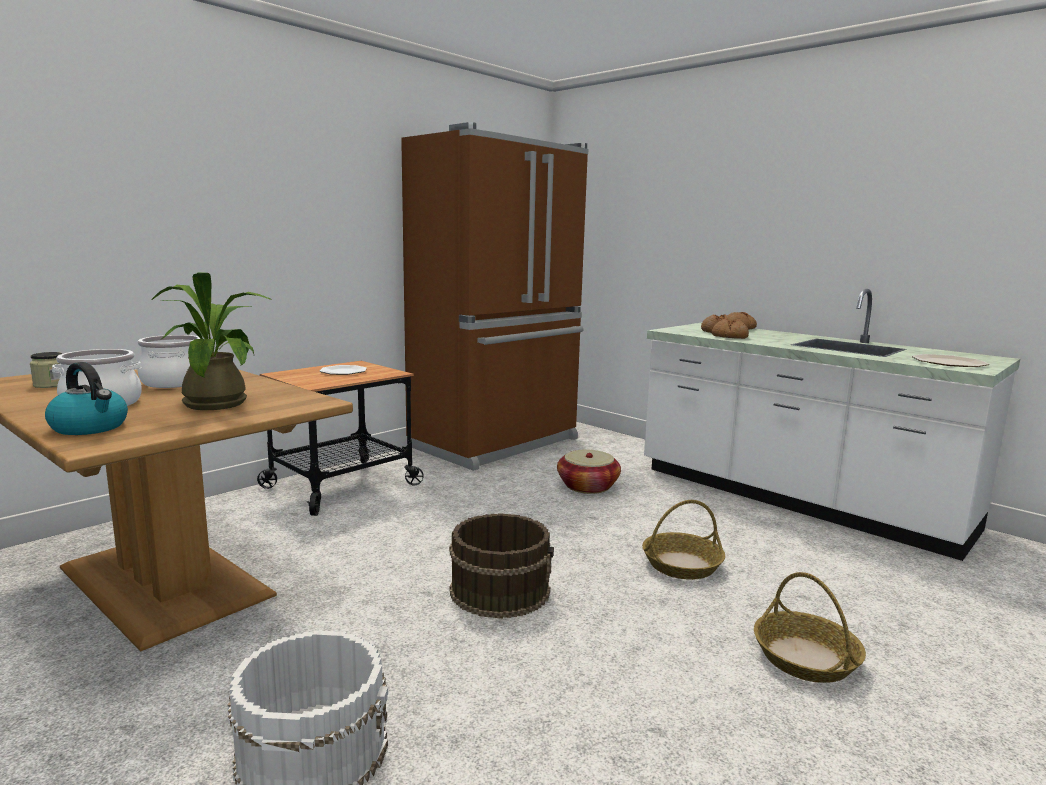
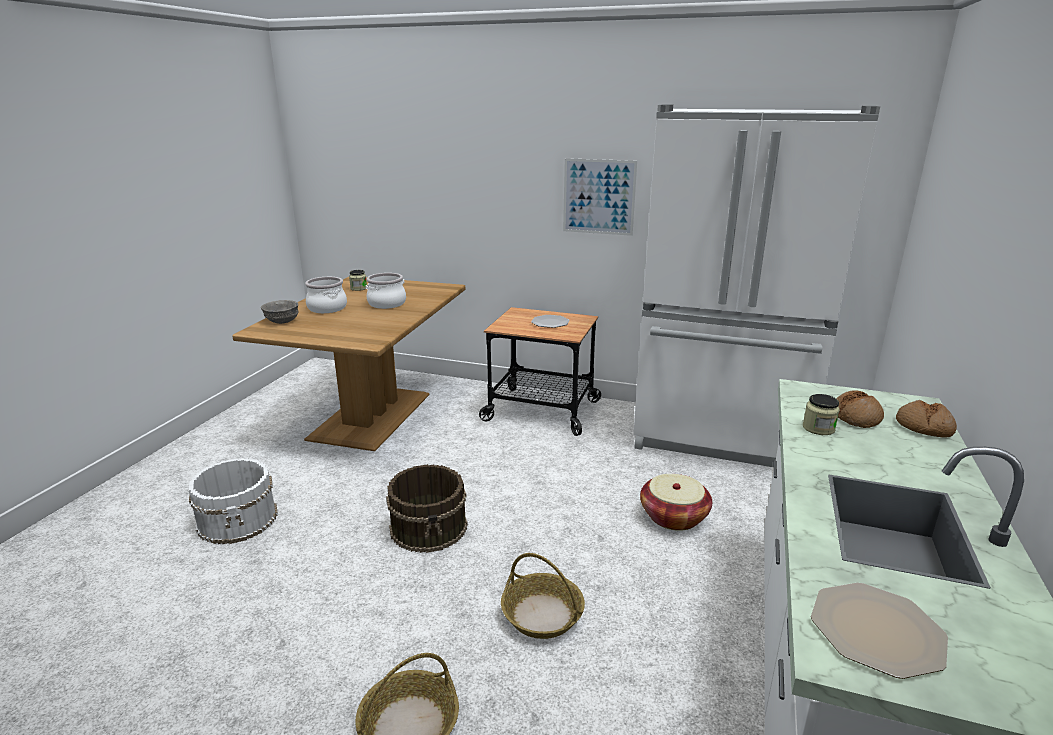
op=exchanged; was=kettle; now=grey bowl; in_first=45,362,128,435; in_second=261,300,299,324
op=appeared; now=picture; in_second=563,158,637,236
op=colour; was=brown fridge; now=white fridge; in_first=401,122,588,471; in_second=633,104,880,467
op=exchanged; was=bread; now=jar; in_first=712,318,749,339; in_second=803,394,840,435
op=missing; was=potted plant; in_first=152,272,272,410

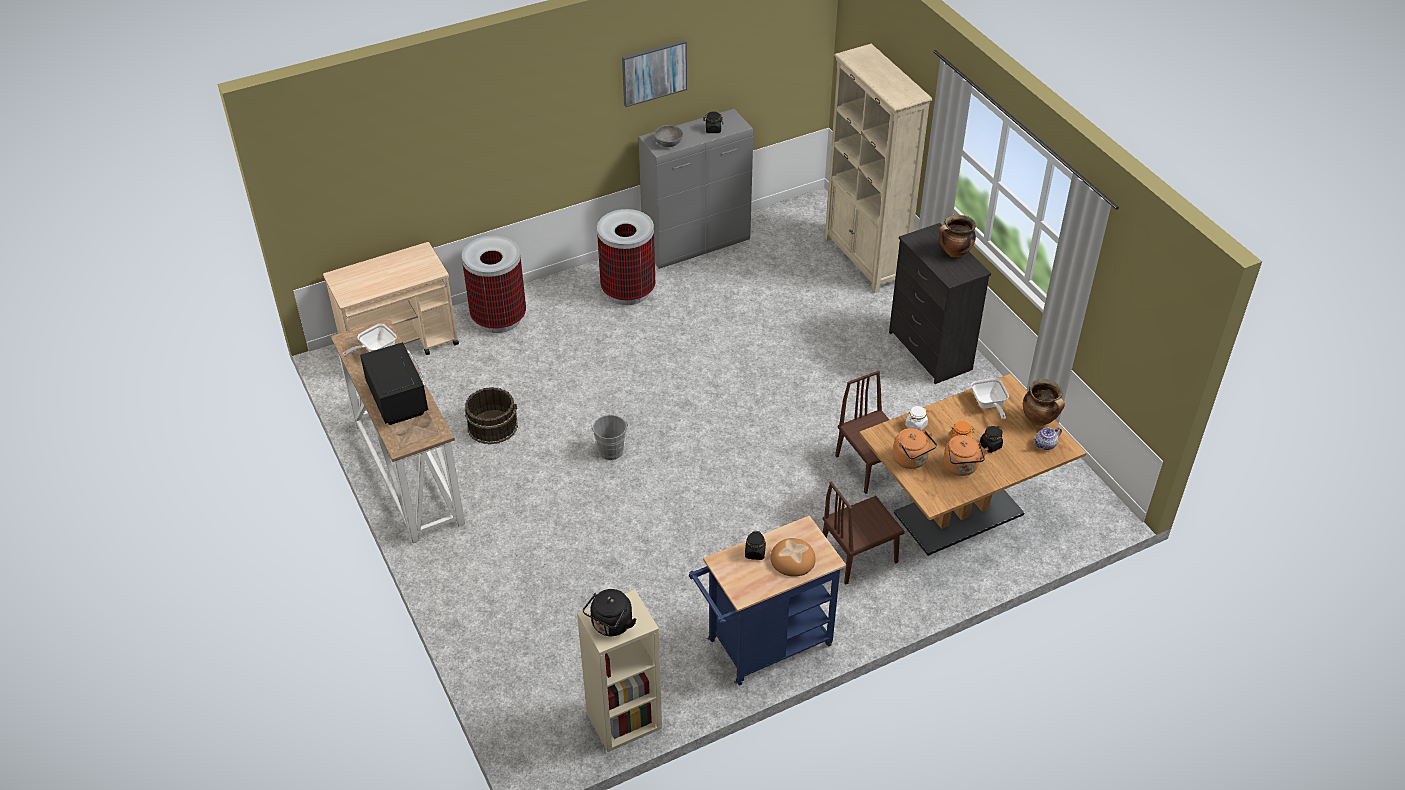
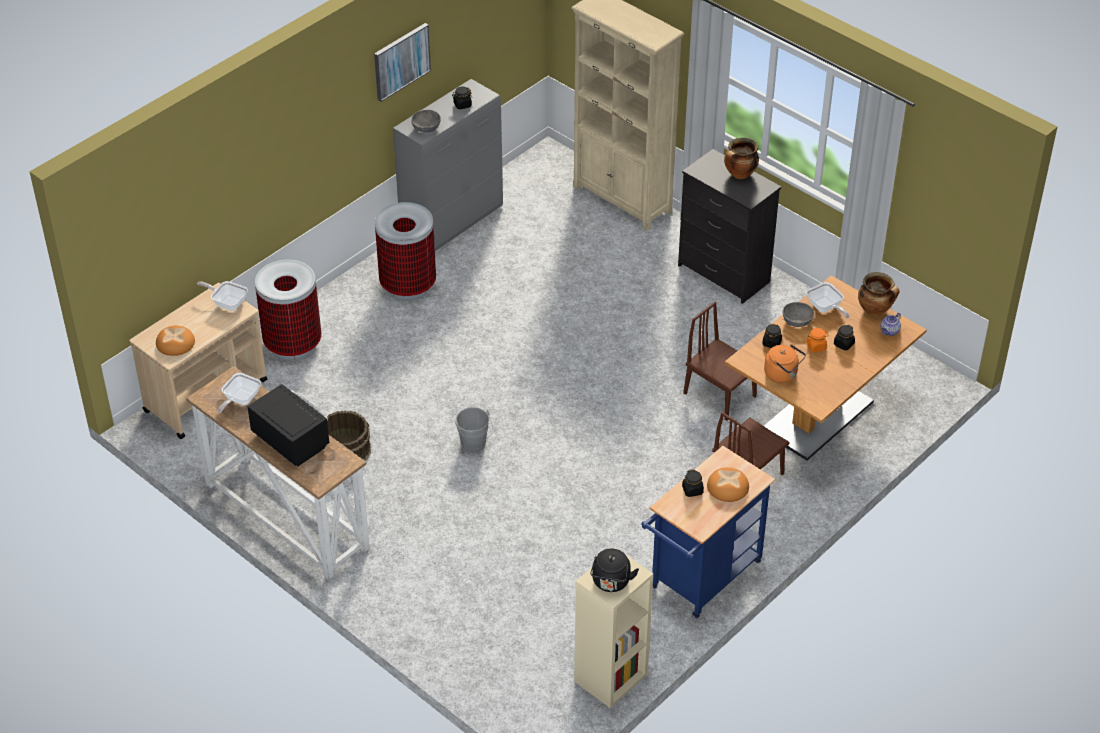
op=appeared; now=bread; in_second=156,326,195,356
op=appeared; now=frying pan; in_second=197,281,248,311
op=colour; was=white jar; now=black jar; in_first=905,406,928,431; in_second=762,324,782,348
op=appeared; now=grey bowl; in_second=783,302,814,327
op=missing; was=orange kettle; in_first=943,435,988,476

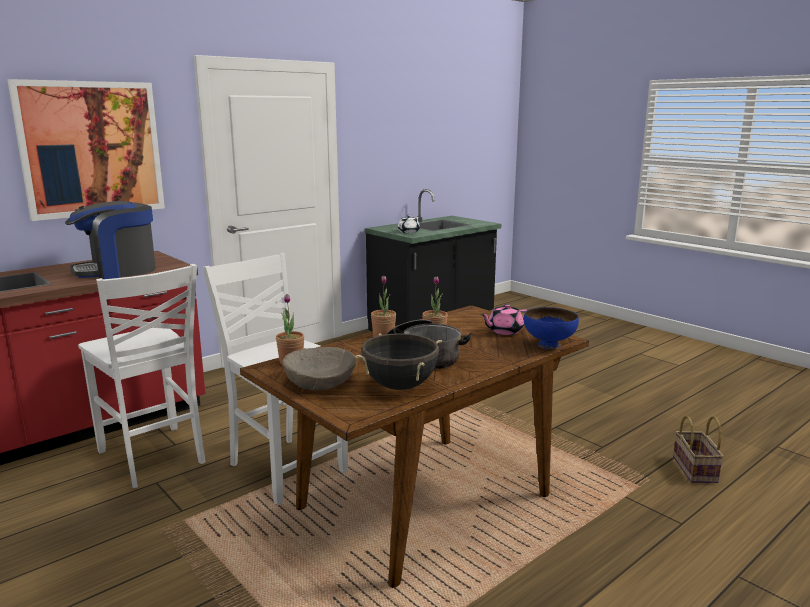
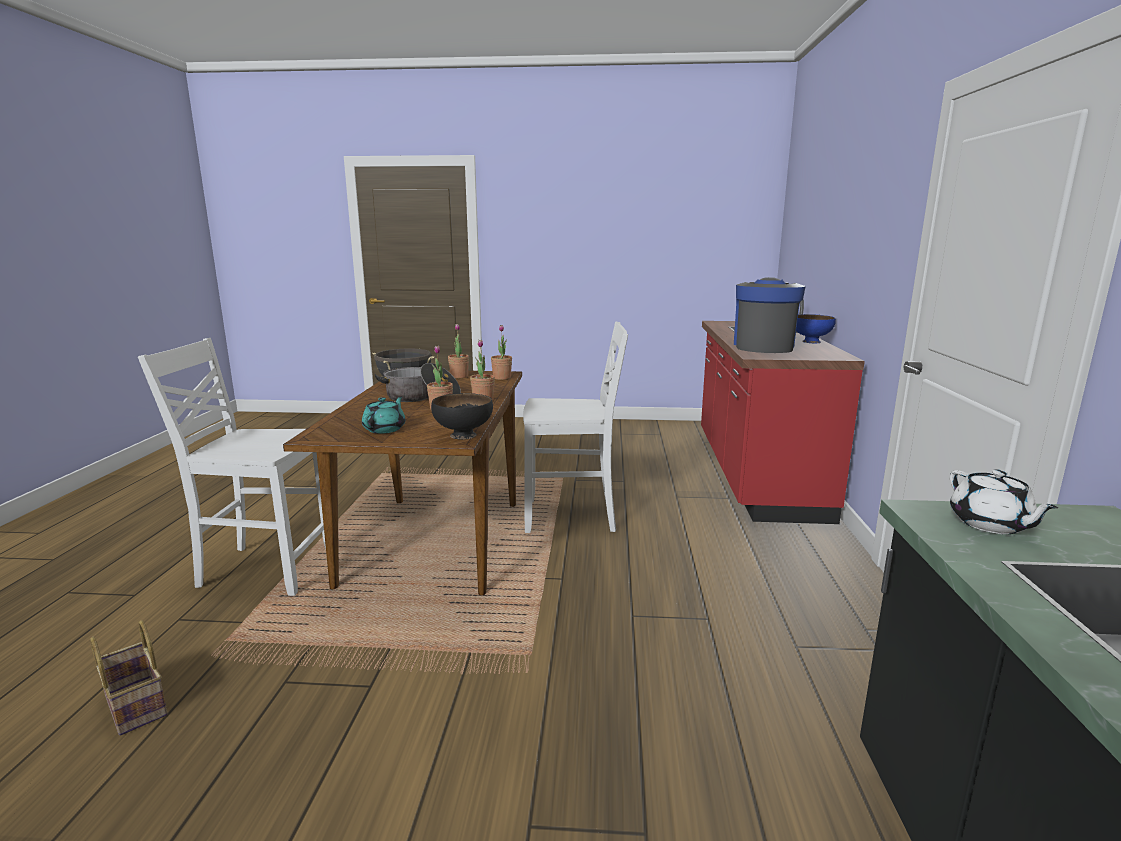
op=relocated; was=white chair; in_first=78,264,206,488; in_second=138,338,326,596
op=colour; was=pink teapot; now=turquoise teapot; in_first=480,304,527,335; in_second=362,396,405,434
op=appeared; now=black bowl; in_second=431,393,493,440
op=exchanged; was=beige bowl; now=potted plant; in_first=282,347,356,390; in_second=448,324,469,378
op=relocated; was=blue bowl; in_first=524,307,579,349; in_second=796,314,836,343
op=missing; was=picture; in_first=7,79,165,221

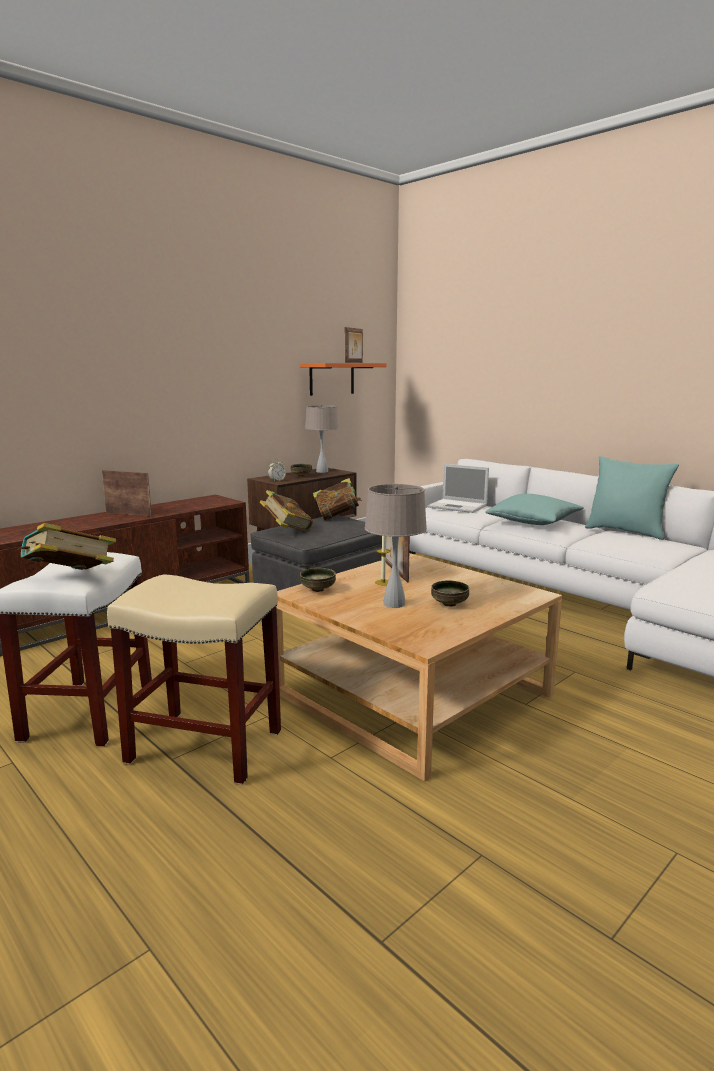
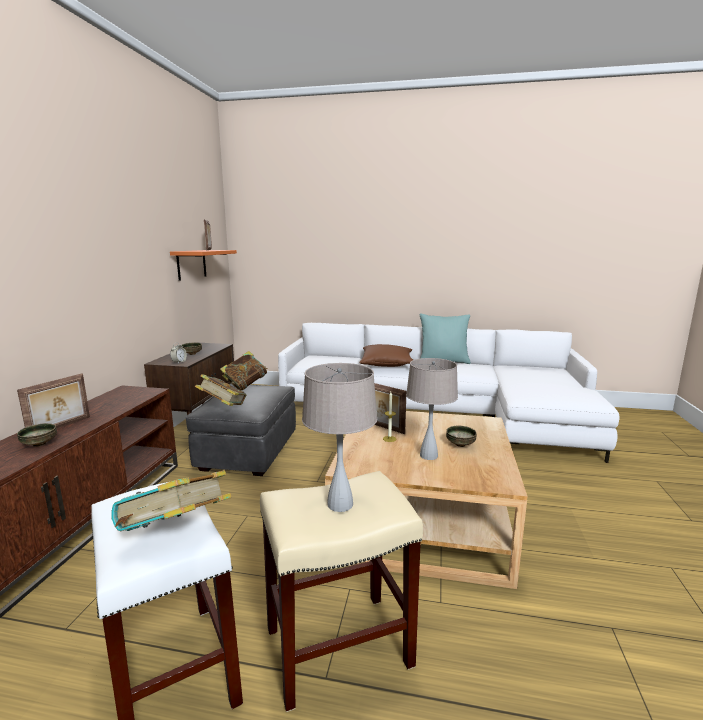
op=spun; was=picture frame; in_first=102,470,152,517; in_second=17,373,90,429; clockwise=135
op=relocated; was=bowl; in_first=300,568,336,592; in_second=17,423,57,447
op=relocated; was=beige table lamp; in_first=305,405,338,473; in_second=302,363,377,512
op=colour; was=turquoise pillow; now=brown pillow; in_first=485,494,584,525; in_second=359,344,413,367
op=missing; was=laptop; in_first=428,464,489,513

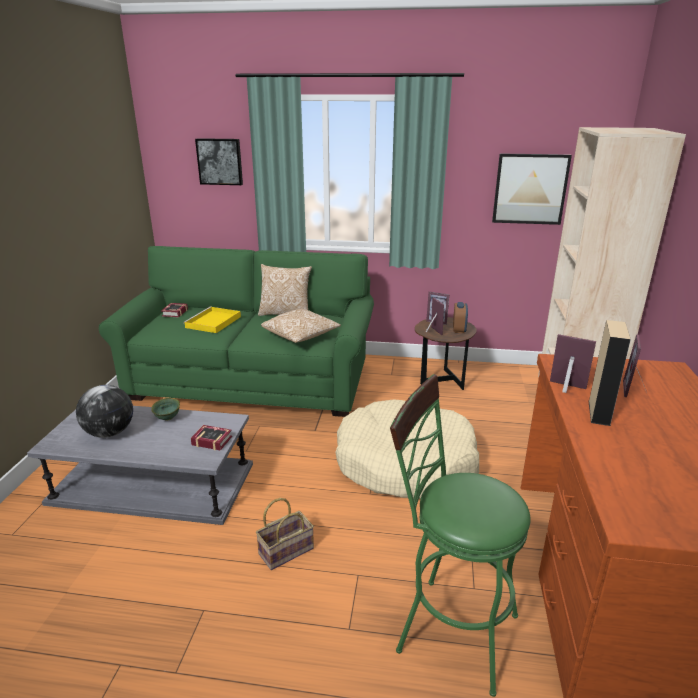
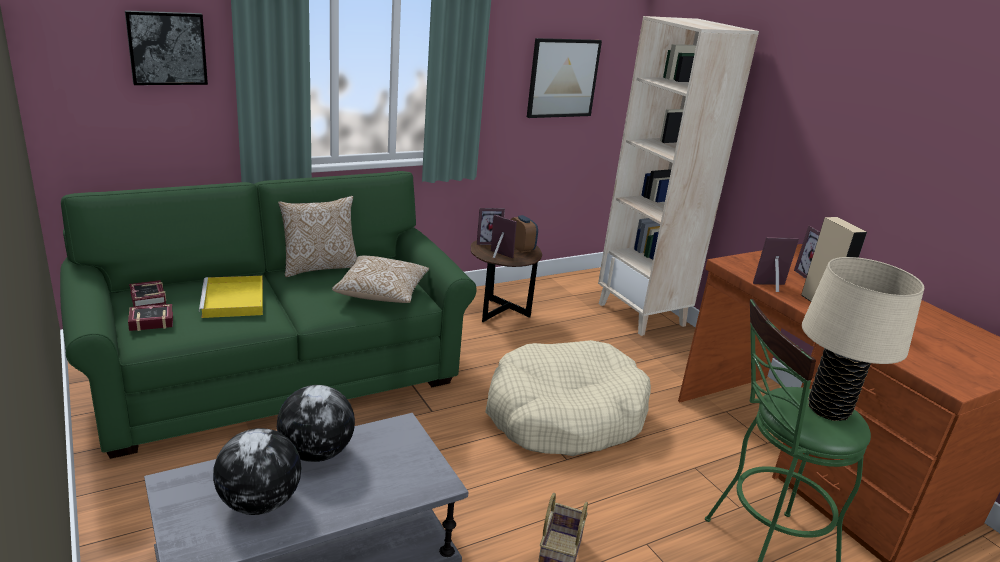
op=relocated; was=book; in_first=191,425,232,451; in_second=128,304,173,331
op=exchanged; was=green bowl; now=globe; in_first=151,398,180,421; in_second=277,385,355,462
op=appeared; now=beige table lamp; in_second=802,257,924,421

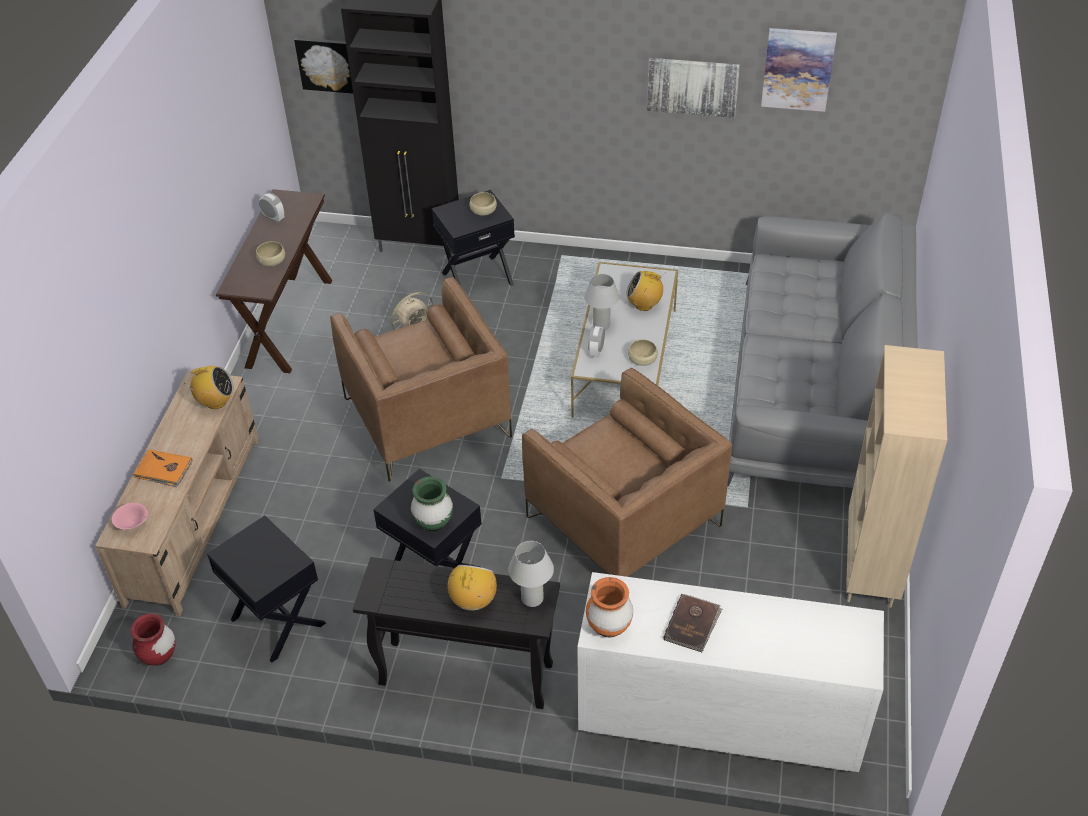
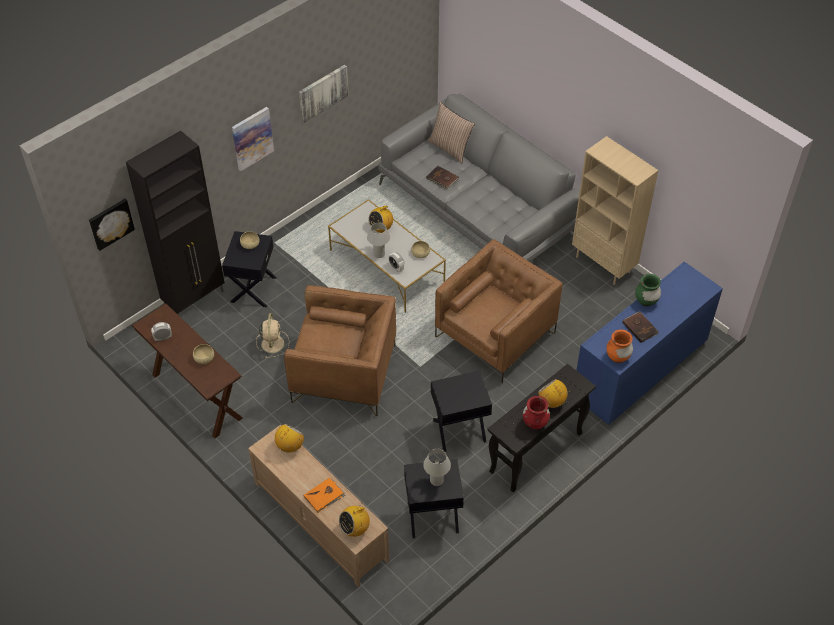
op=relocated; was=picture; in_first=761,28,837,112; in_second=232,107,274,171
op=exchanged; was=pink bowl; now=radio; in_first=112,503,148,529; in_second=339,501,370,537
op=relocated; was=white table lamp; in_first=508,541,554,607; in_second=423,449,451,486
op=appeared; now=brown book; in_second=426,166,459,190
op=appeared; now=pillow; in_second=428,102,475,163
op=spun; was=brown armchair; in_first=522,368,732,577; in_second=435,239,563,383; clockwise=-45
op=relocated; was=red vase; in_first=130,614,176,666; in_second=523,396,550,430
op=colour; was=white dresser; now=blue dresser; in_first=577,572,884,772; in_second=576,262,723,425
op=relocated; was=green vase; in_first=411,476,453,531; in_second=635,274,661,307

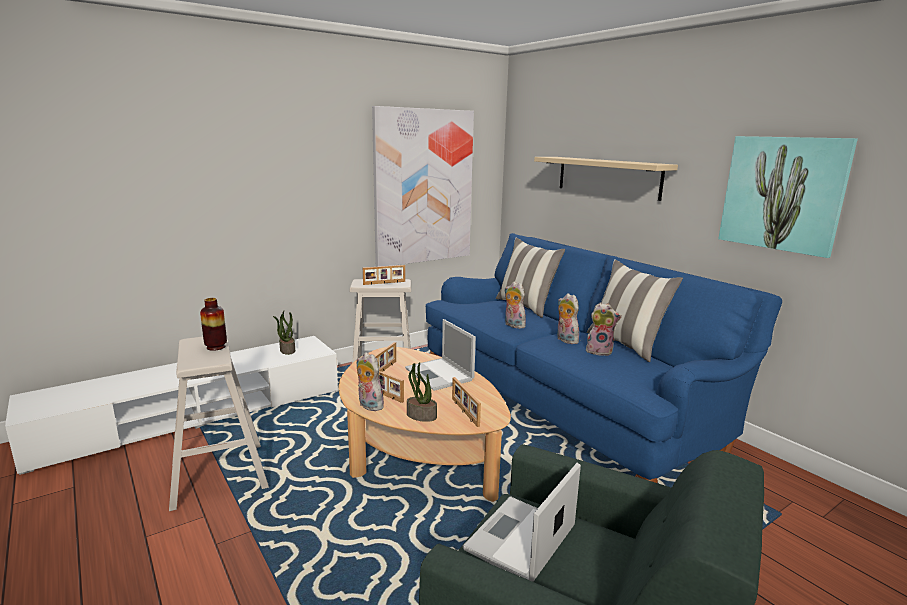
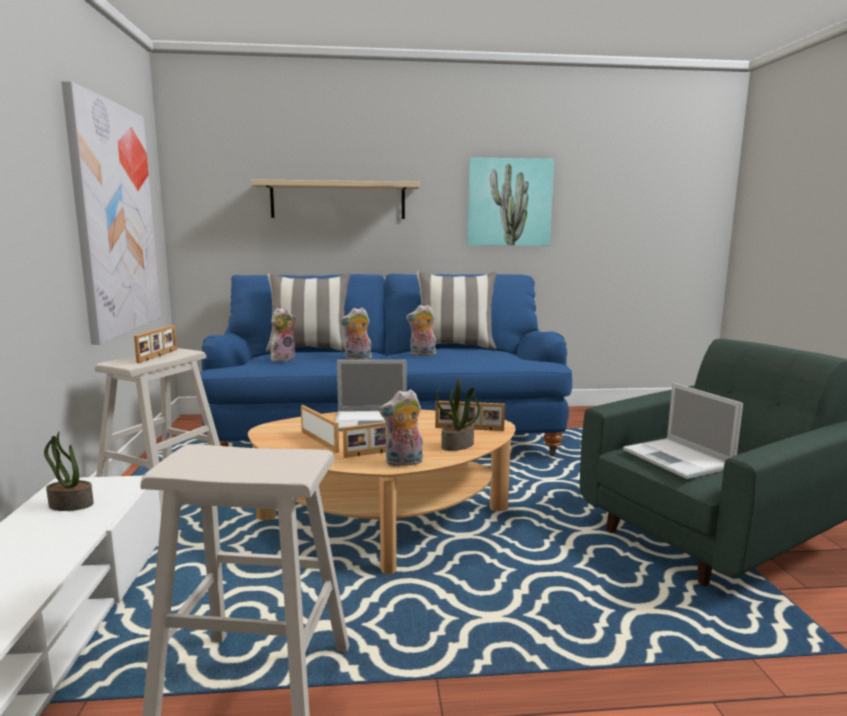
op=relocated; was=plush toy; in_first=585,303,622,356; in_second=270,308,296,362
op=missing; was=vase; in_first=200,298,227,351

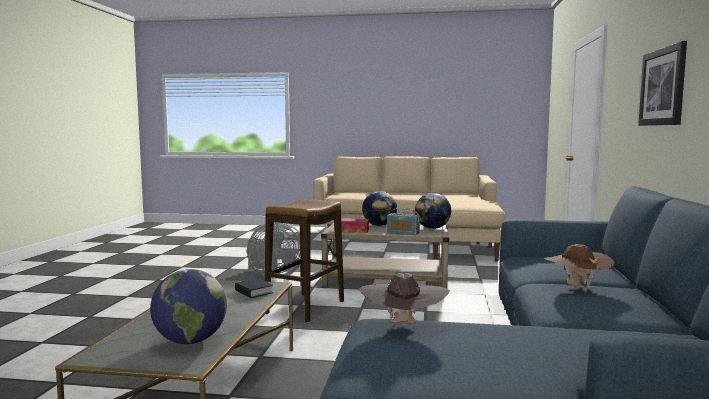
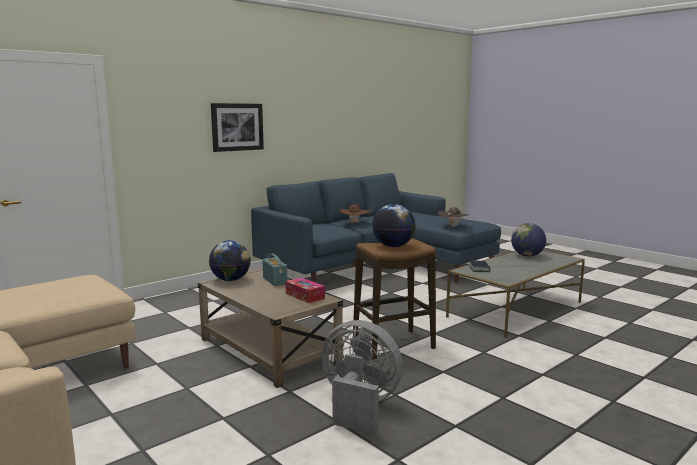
op=relocated; was=globe; in_first=362,191,397,226; in_second=372,204,416,247

